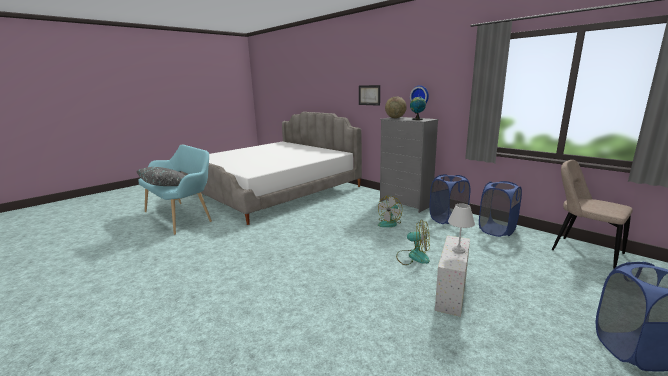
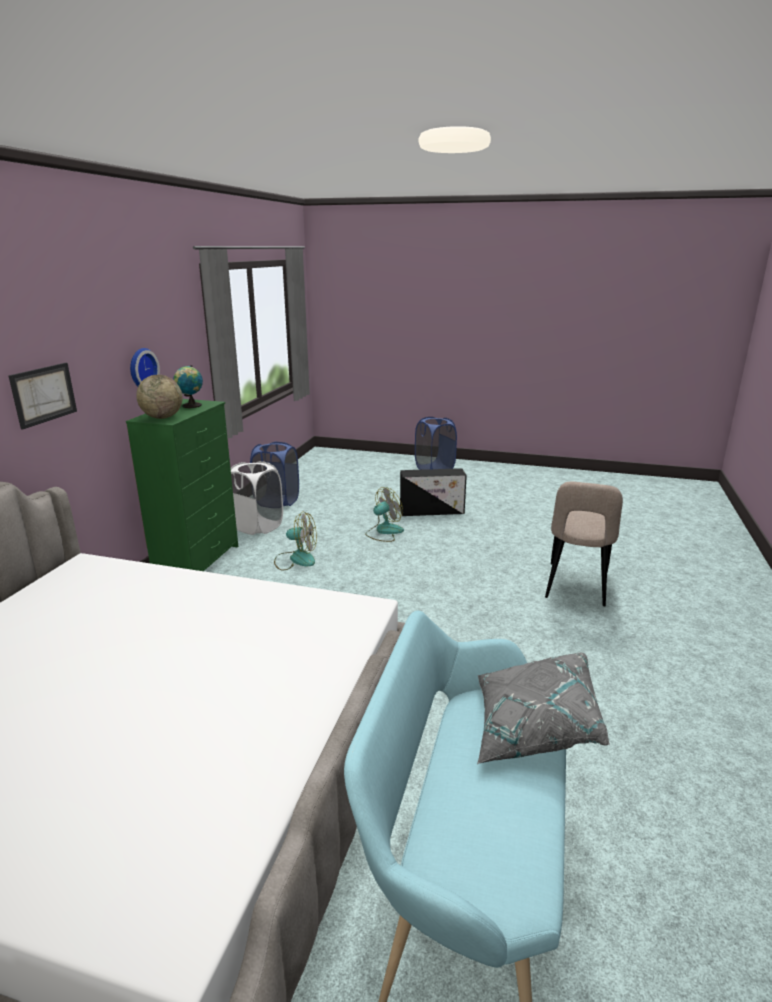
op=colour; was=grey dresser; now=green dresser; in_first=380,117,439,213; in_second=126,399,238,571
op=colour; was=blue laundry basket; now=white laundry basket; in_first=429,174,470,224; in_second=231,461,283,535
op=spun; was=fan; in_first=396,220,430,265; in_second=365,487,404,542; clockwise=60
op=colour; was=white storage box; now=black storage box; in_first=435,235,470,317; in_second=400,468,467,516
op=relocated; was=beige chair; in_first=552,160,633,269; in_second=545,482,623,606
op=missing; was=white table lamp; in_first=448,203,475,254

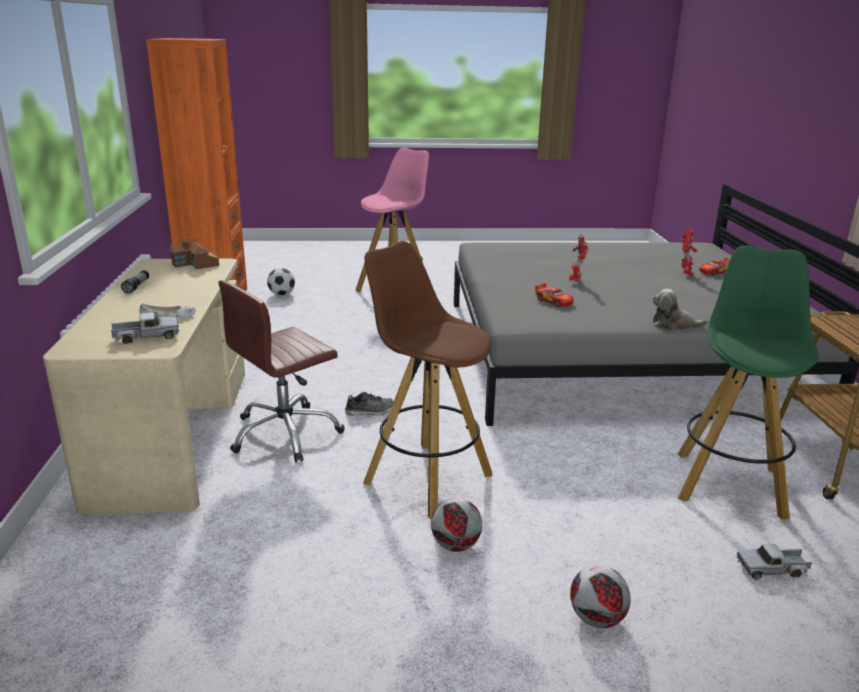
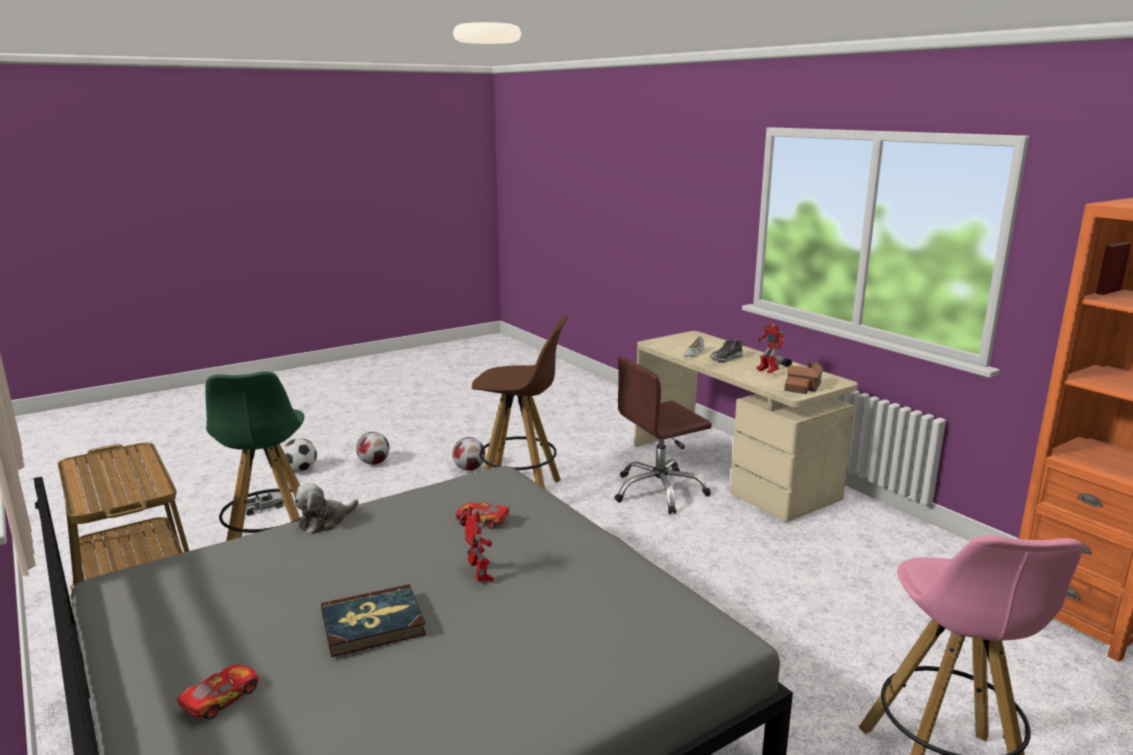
op=relocated; was=football; in_first=267,268,295,295; in_second=283,438,317,472
op=spun; was=plush toy; in_first=652,289,708,330; in_second=294,483,359,534; clockwise=150
op=appeared; now=book; in_second=321,584,426,657
op=spun; was=brown office chair; in_first=218,280,344,462; in_second=614,356,712,514; clockwise=-135
op=relocated; was=shoe; in_first=345,392,394,416; in_second=710,339,743,363
op=relocated; was=toy robot; in_first=681,229,697,276; in_second=756,322,786,373
op=missing; was=toy truck; in_first=111,312,180,344

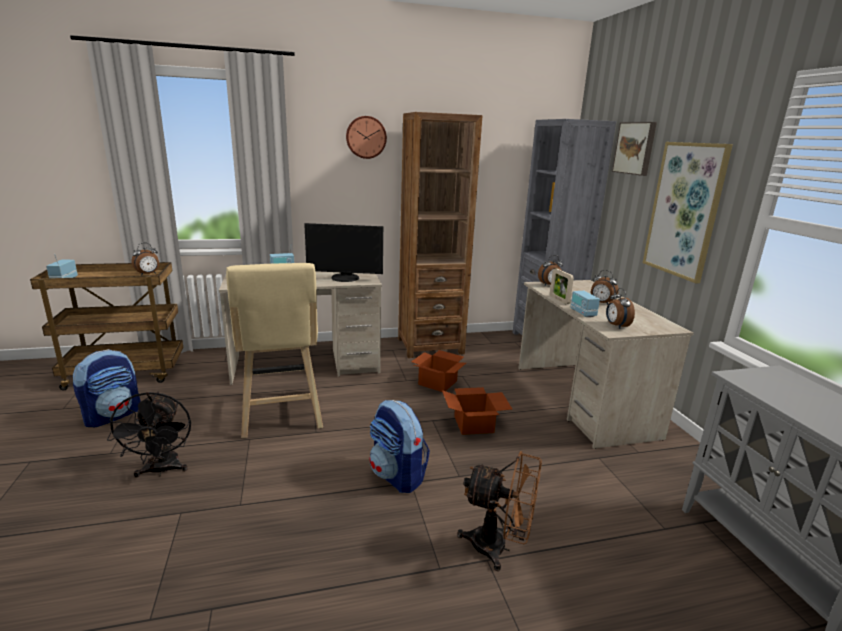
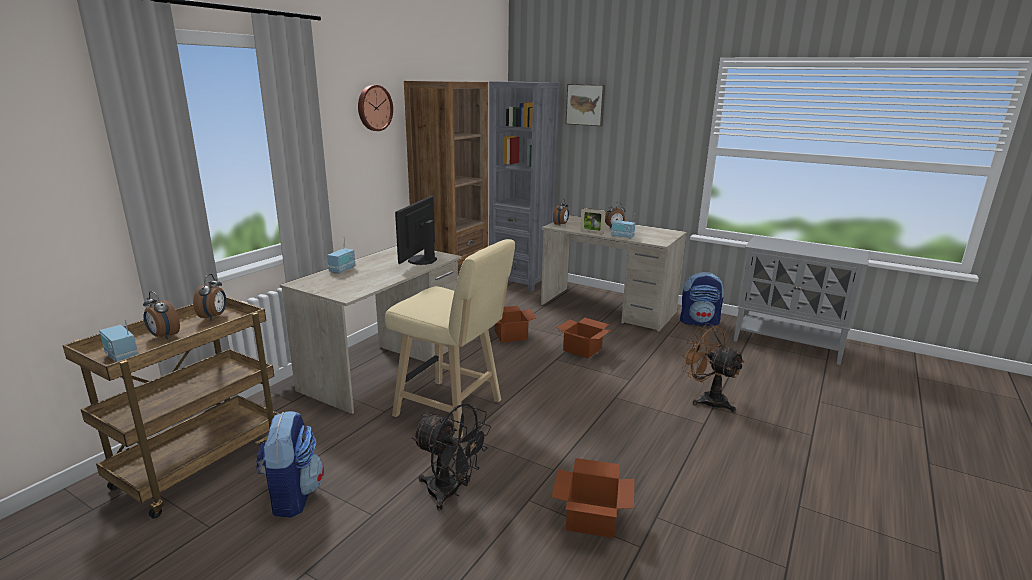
op=relocated; was=alarm clock; in_first=606,288,635,329; in_second=143,291,180,339
op=spun; was=monitor; in_first=304,223,383,282; in_second=395,196,437,265; clockwise=150
op=appeared; now=cardboard box; in_second=552,458,635,538
op=relocated; was=backpack; in_first=370,400,430,493; in_second=680,272,724,326
op=spun; was=brown fan; in_first=457,451,542,571; in_second=681,323,745,413; clockwise=-105
op=missing; was=picture; in_first=643,142,733,283

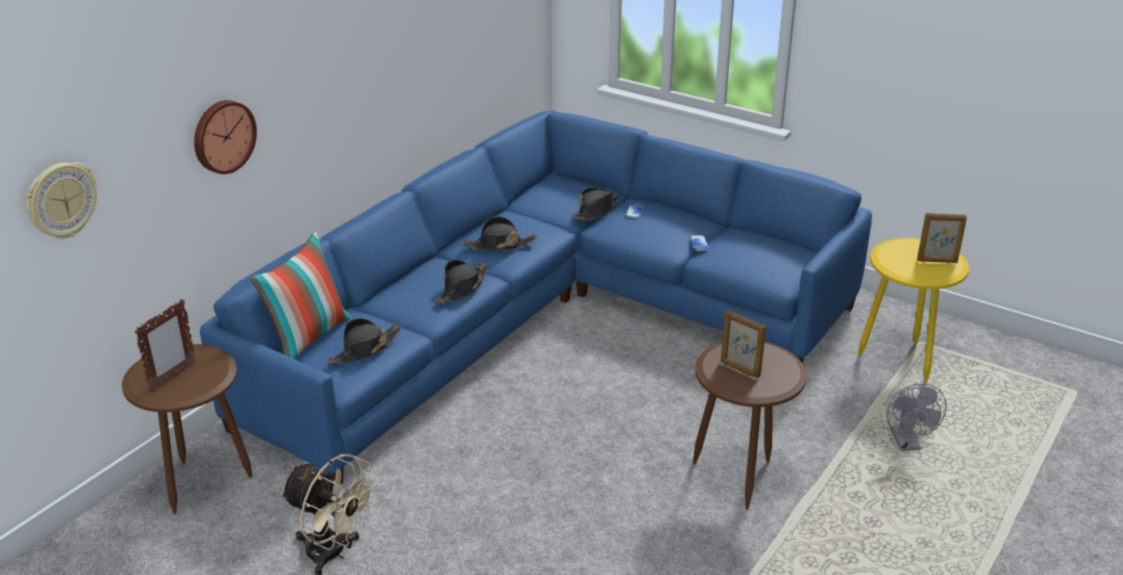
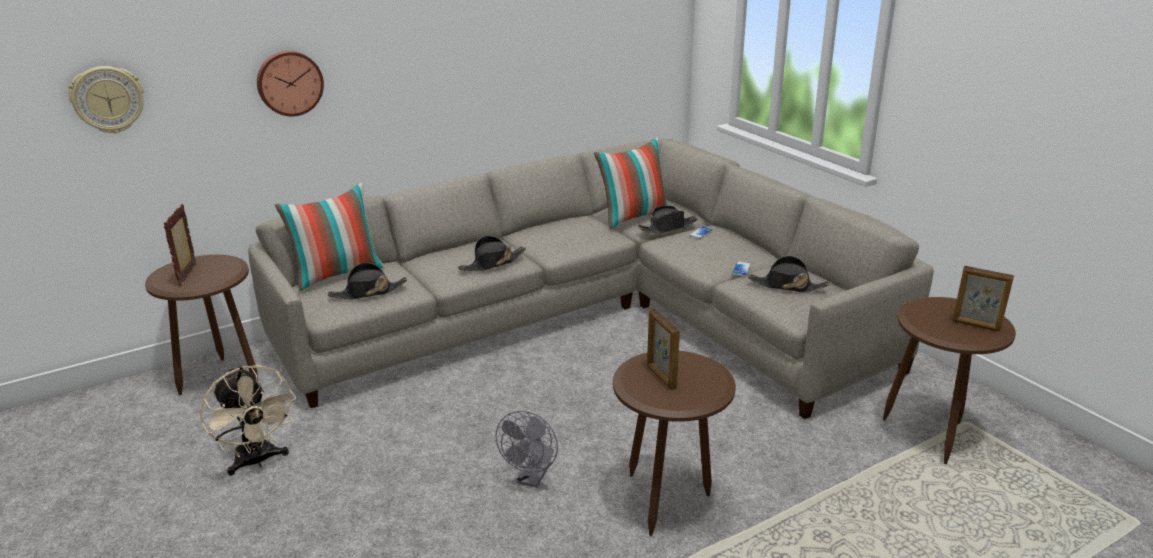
op=spun; was=picture frame; in_first=135,299,196,392; in_second=164,204,196,286; clockwise=120
op=colour; was=blue sofa; now=grey sofa; in_first=200,110,872,485; in_second=248,139,934,419
op=relocated; was=grey fan; in_first=887,383,947,451; in_second=495,411,558,488
op=appeared; now=pillow; in_second=594,137,668,229
op=relocated; was=black hat; in_first=462,216,537,251; in_second=748,256,829,293
op=colour; was=yellow side table; now=brown side table; in_first=858,238,969,383; in_second=883,297,1016,464

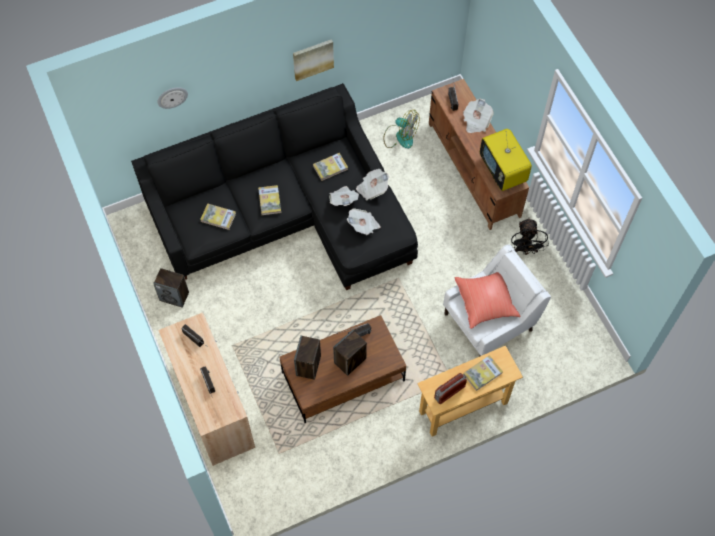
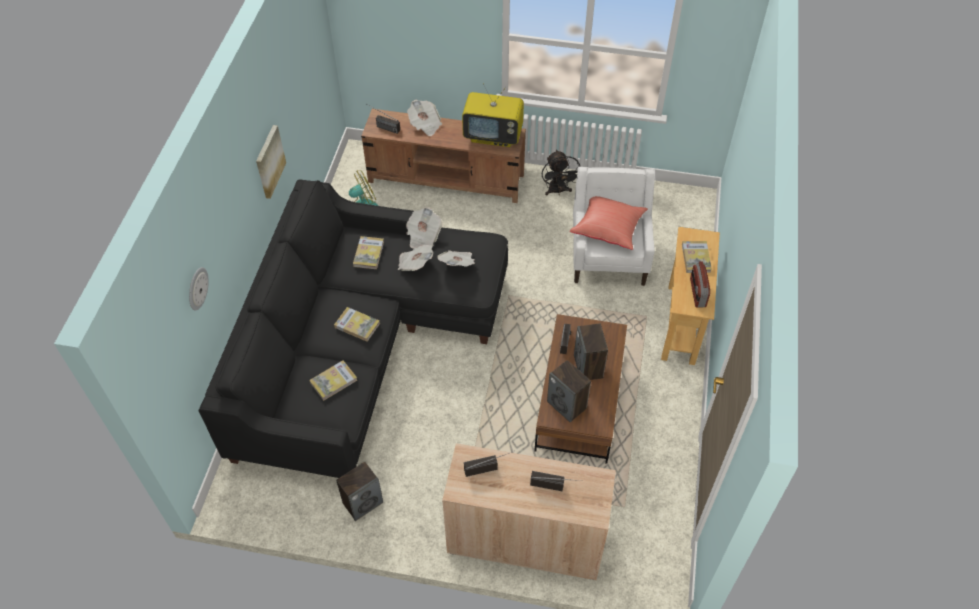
op=spun; was=black fan; in_first=511,218,549,255; in_second=542,150,580,196; clockwise=45

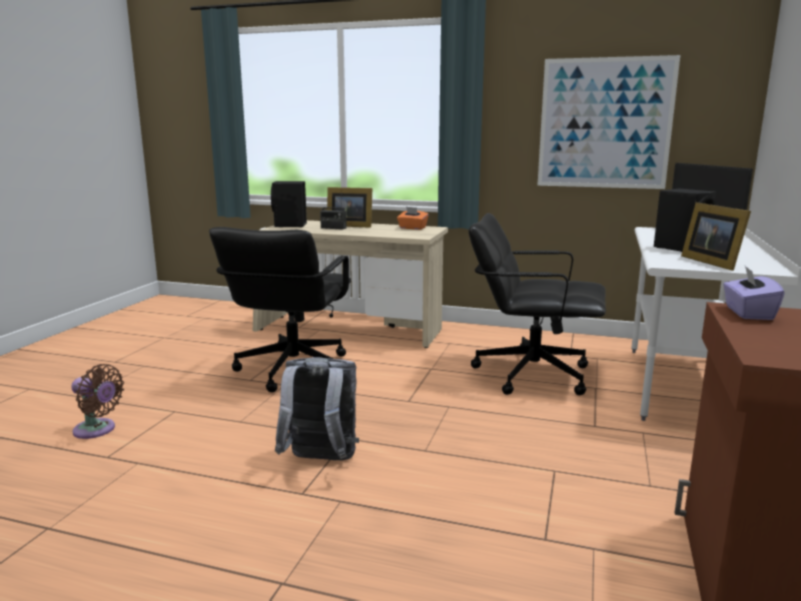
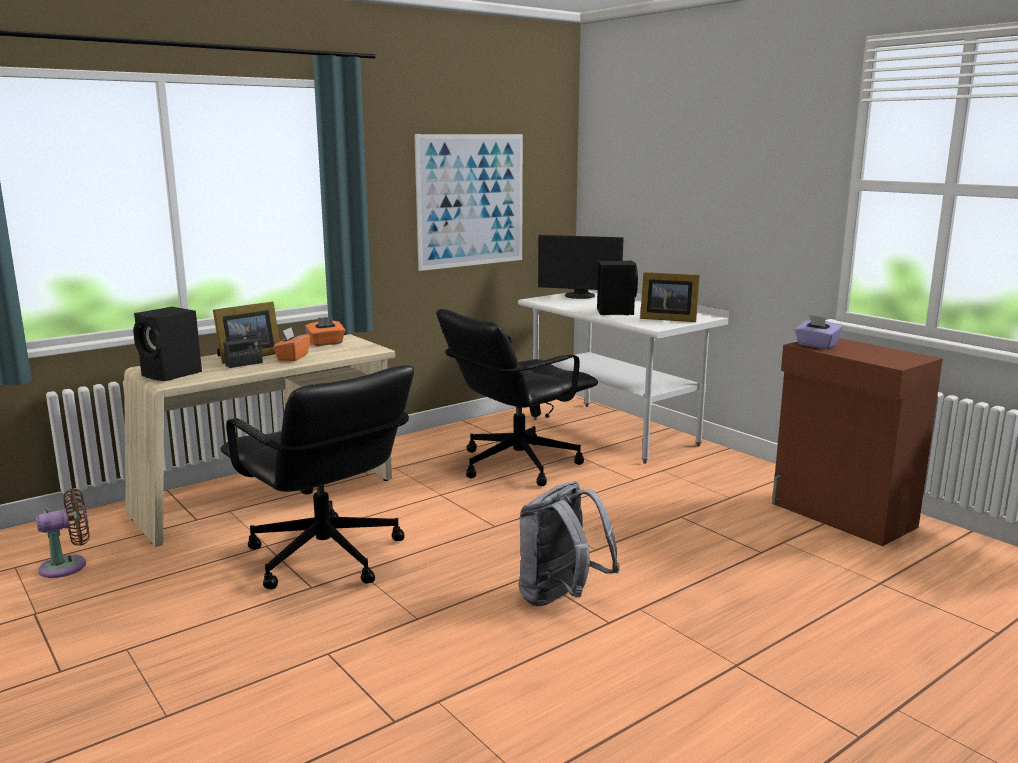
op=relocated; was=brown fan; in_first=71,364,124,439; in_second=36,489,89,578
op=appeared; now=orange tissue box; in_second=273,327,310,361

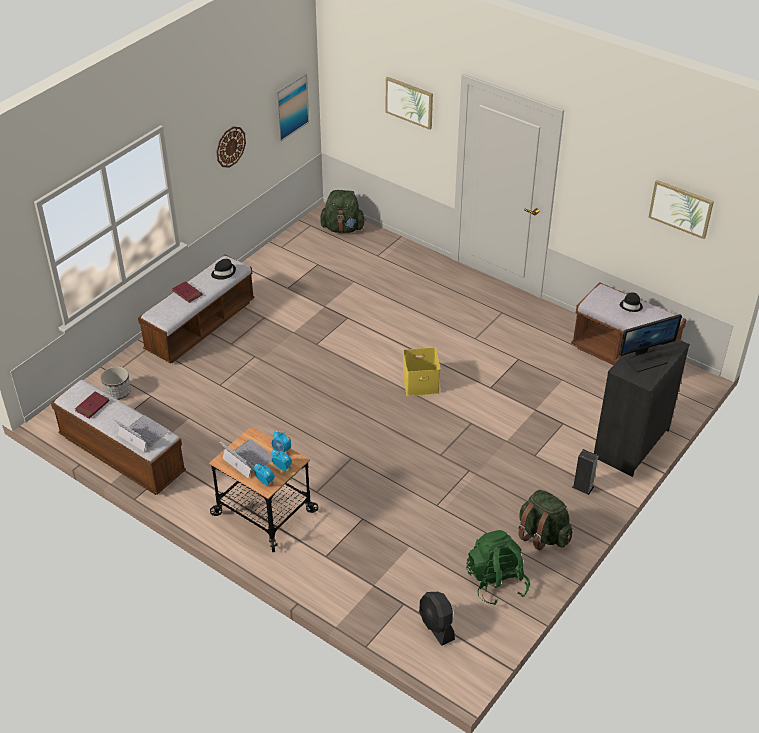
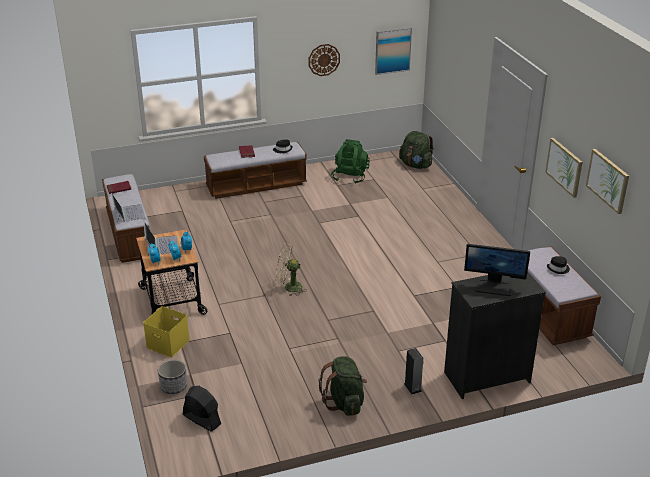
op=relocated; was=yellow storage box; in_first=403,347,441,396; in_second=143,306,190,357
op=relocated; was=planter; in_first=100,366,131,400; in_second=158,360,187,394
op=spun; was=black fan; in_first=419,592,455,646; in_second=183,386,221,432; clockwise=120
op=appeared; now=beige fan; in_second=276,244,306,296
op=relocated; was=green backpack; in_first=466,530,530,605; in_second=331,139,370,184
op=relocated; was=picture; in_first=386,77,433,130; in_second=545,138,583,198

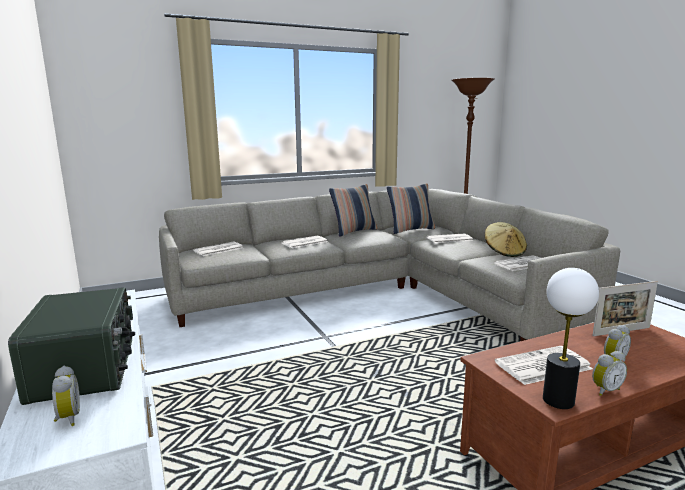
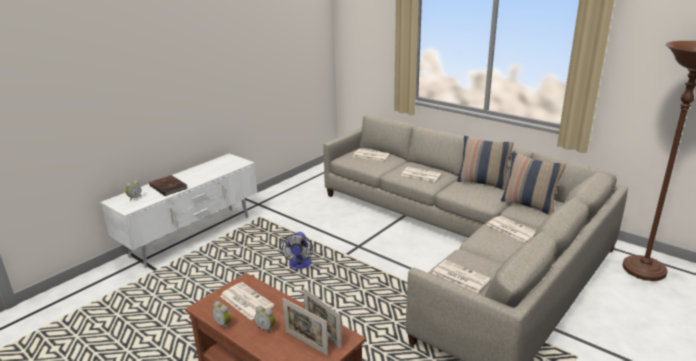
op=exchanged; was=radio; now=brown book; in_first=8,287,135,405; in_second=149,175,188,196
op=appeared; now=fan; in_second=280,232,313,269
op=appeared; now=picture frame; in_second=282,298,328,356
op=missing; was=beige hat; in_first=485,222,527,257
op=missing; was=table lamp; in_first=543,268,599,409

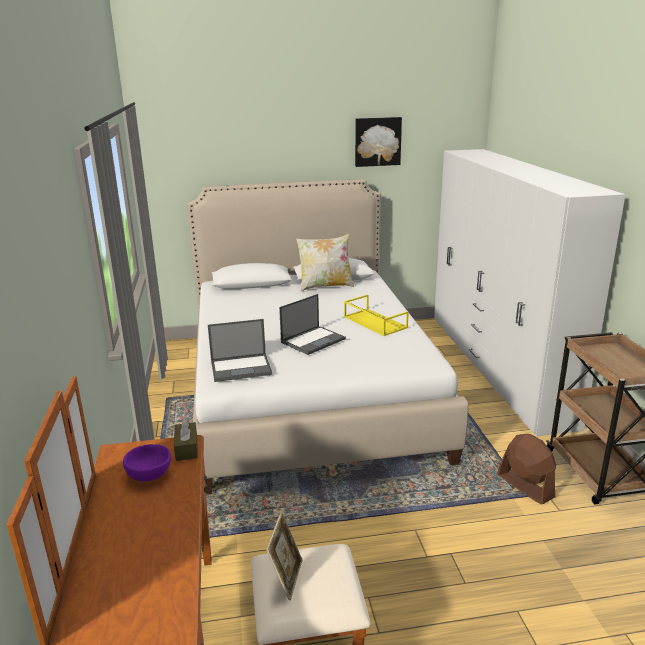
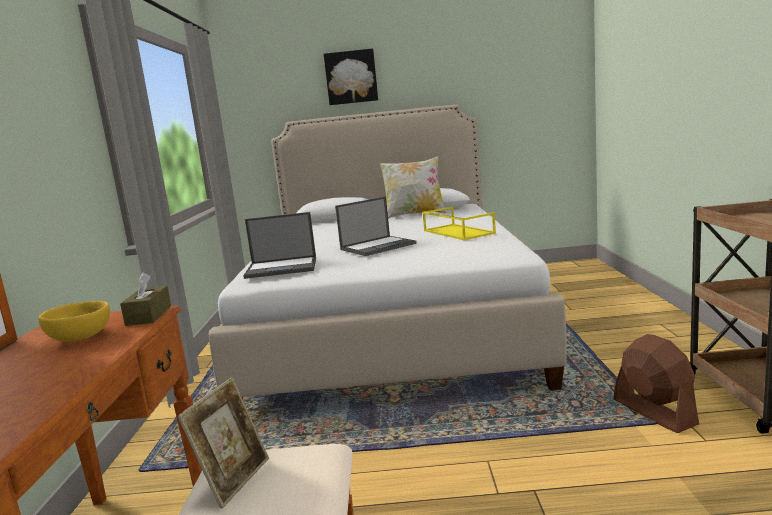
op=colour; was=purple bowl; now=yellow bowl; in_first=123,444,171,482; in_second=38,301,110,342
op=relocated; was=picture; in_first=355,117,402,167; in_second=324,49,378,105
op=missing; was=white wardrobe; in_first=434,149,626,436

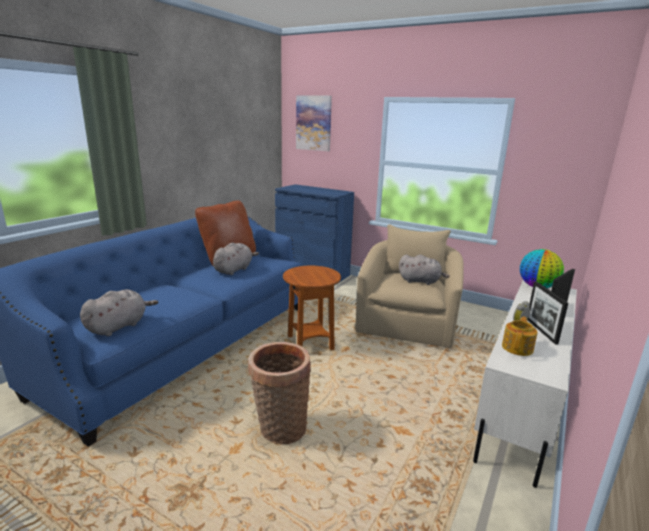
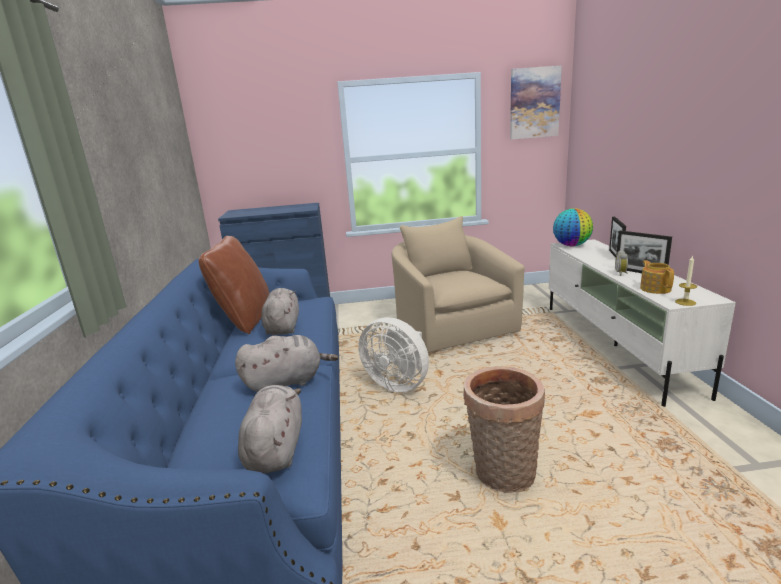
op=relocated; was=grey plush toy; in_first=399,255,450,285; in_second=235,335,338,392
op=exchanged; was=brown side table; now=white fan; in_first=283,266,341,350; in_second=358,317,429,392
op=relocated; was=picture; in_first=296,95,332,151; in_second=510,66,562,140
op=appeared; now=candle; in_second=675,255,697,306

